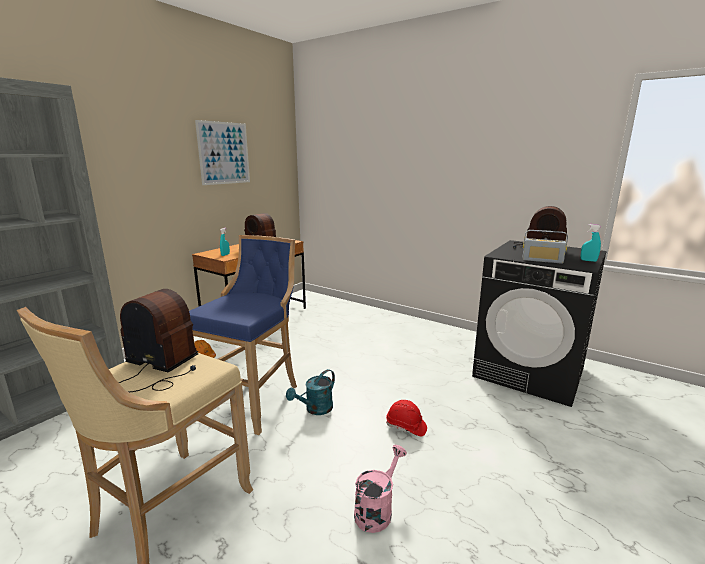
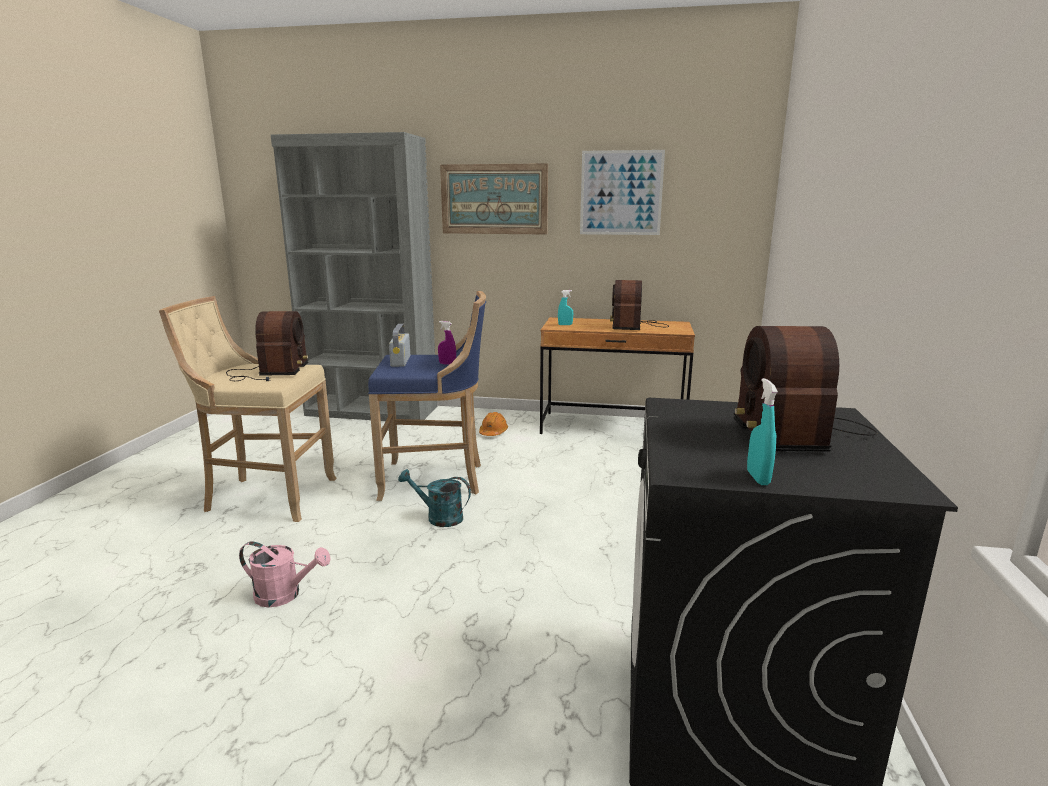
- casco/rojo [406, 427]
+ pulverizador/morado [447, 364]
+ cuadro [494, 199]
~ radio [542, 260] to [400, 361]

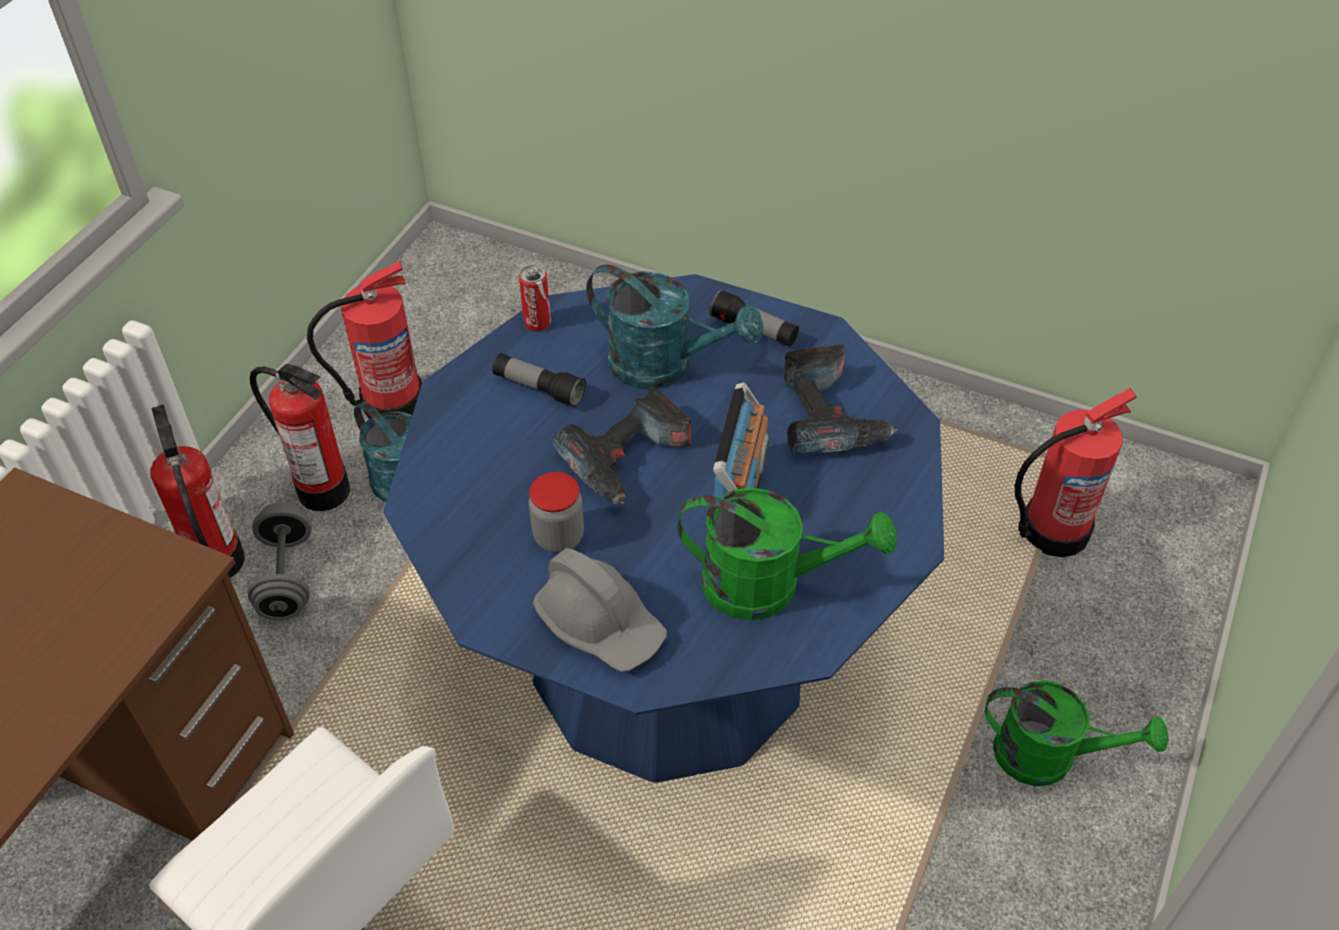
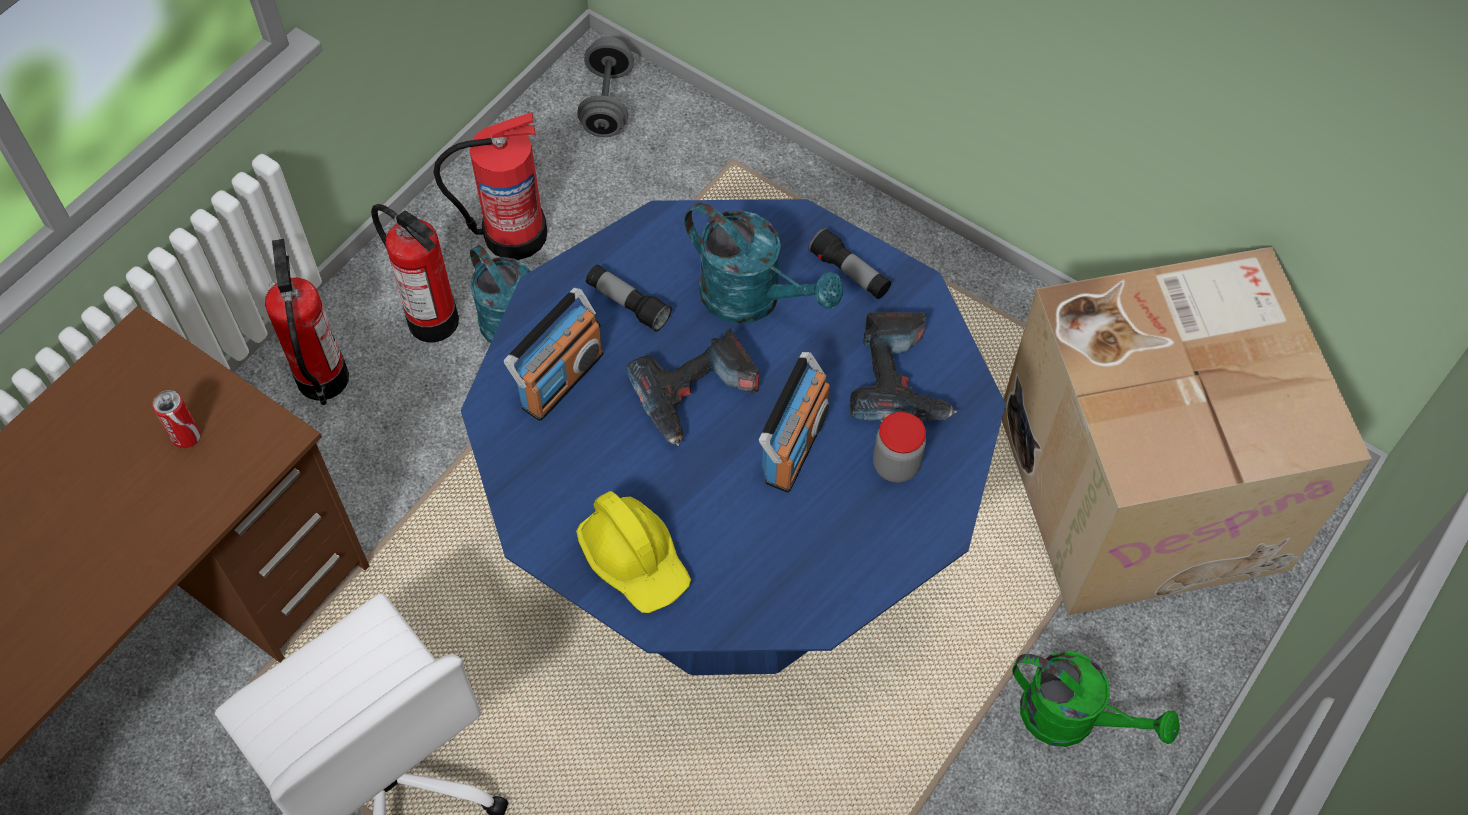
- regadera/verde [769, 585]
+ radio [561, 380]
~ mancuerna/gris [286, 577] to [607, 103]
~ lata [537, 323] to [186, 436]
~ tarro [558, 537] to [895, 465]
~ extintor [1052, 530] to caja de cartón [1143, 486]
~ casco/gris [600, 623] to casco/amarillo [635, 559]

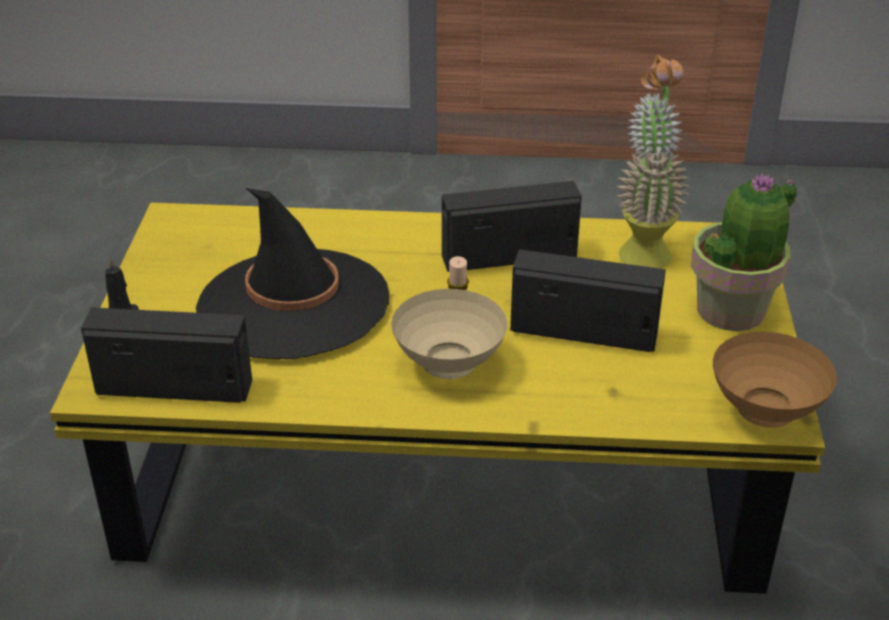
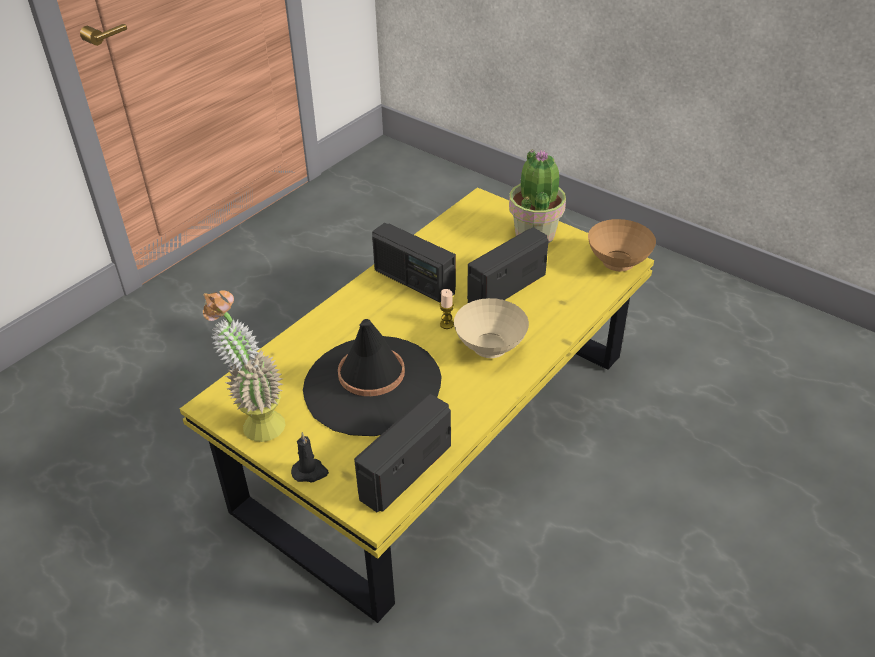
~ planta en maceta [644, 247] to [256, 421]
~ radio [509, 256] = [413, 282] 75 degrees counterclockwise

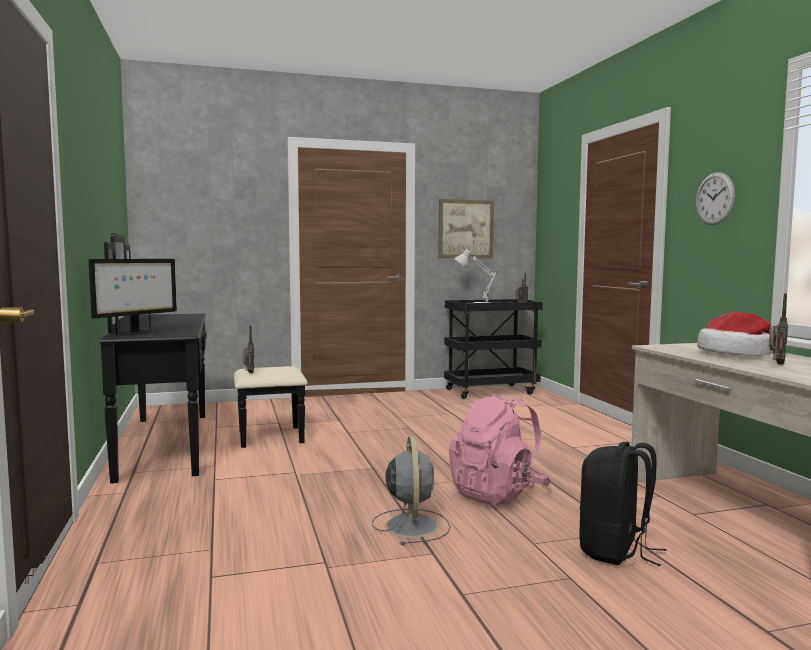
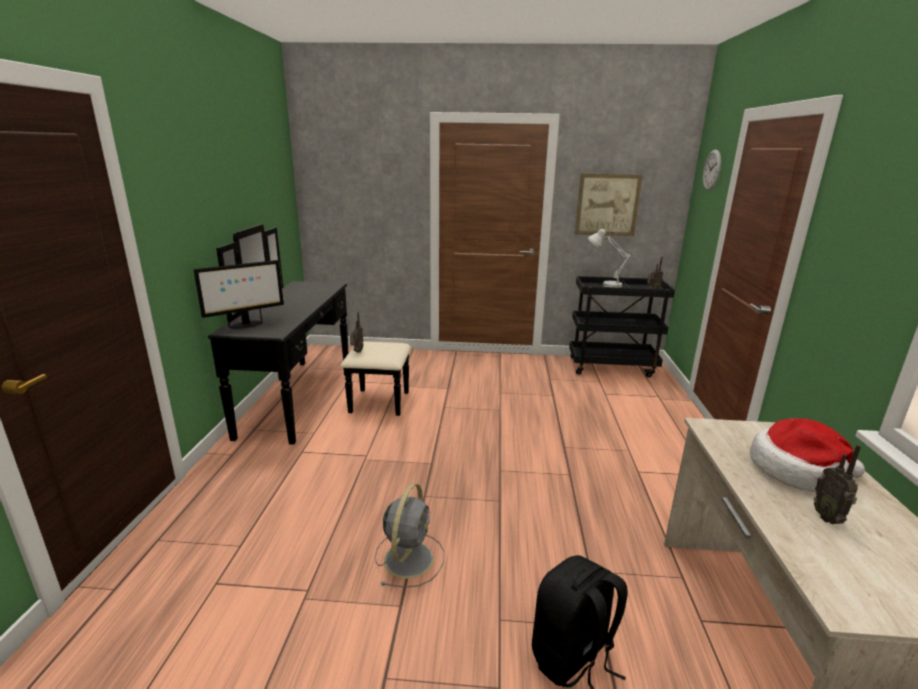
- mochila/rosa [498, 494]
~ reloj de pared [714, 198] to [712, 170]
~ radio [776, 363] = [828, 518] 120 degrees clockwise

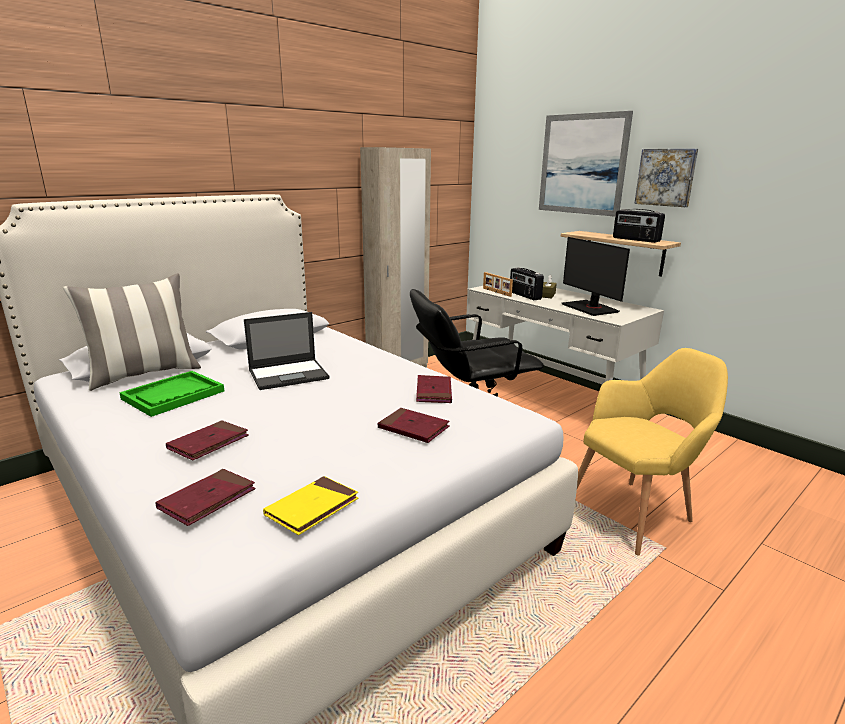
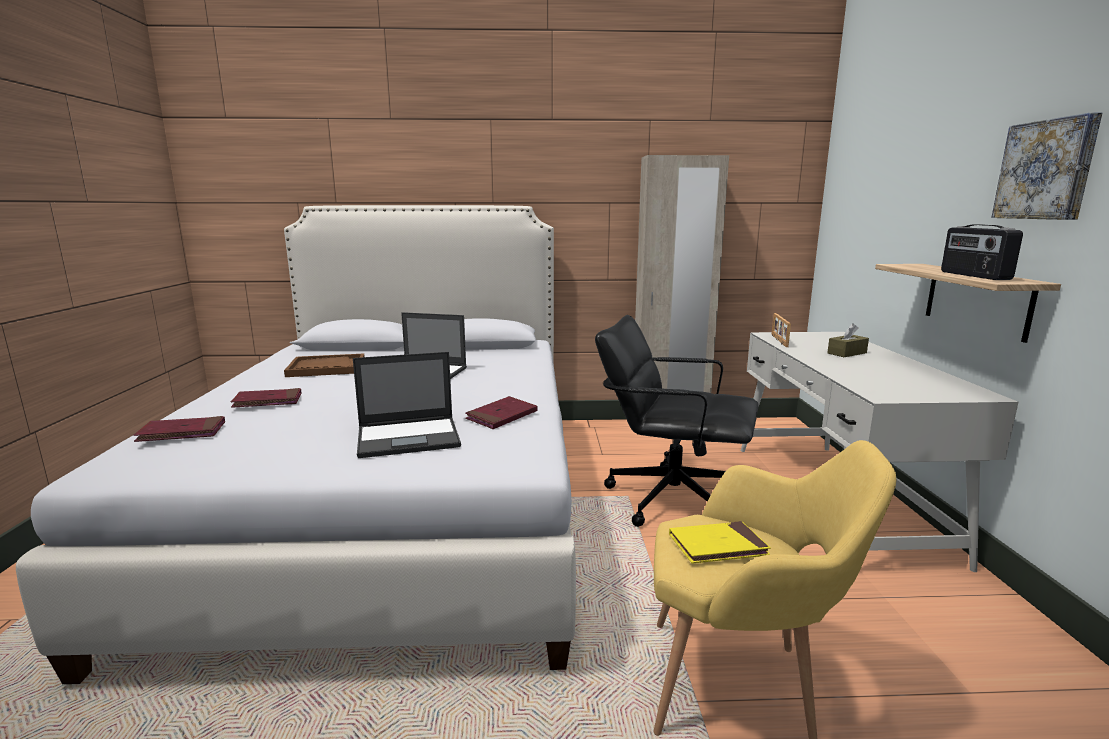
- cojín [144, 374]
- radio [524, 295]
- cuadro [582, 164]
- monitor [590, 308]
~ libro/amarillo [312, 508] to [717, 546]
~ libro/rojo [413, 428] to portátil [410, 437]
~ bandeja/verde [173, 395] to bandeja/marrón [326, 368]

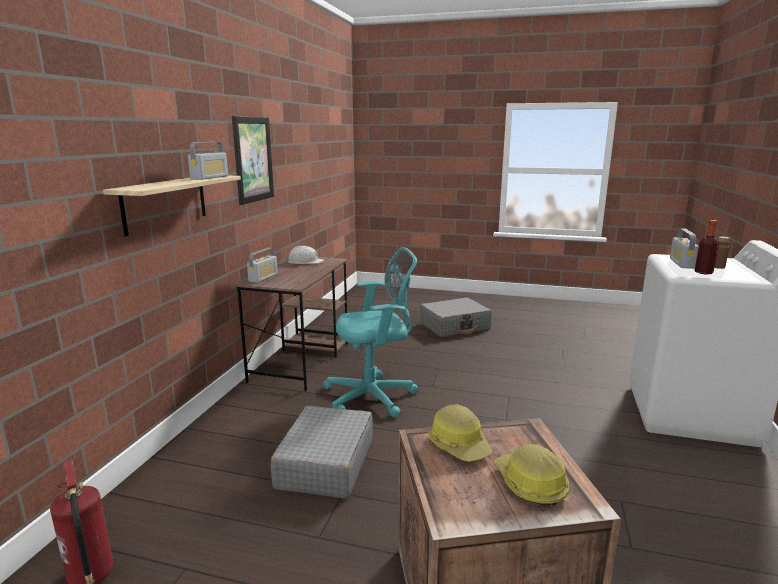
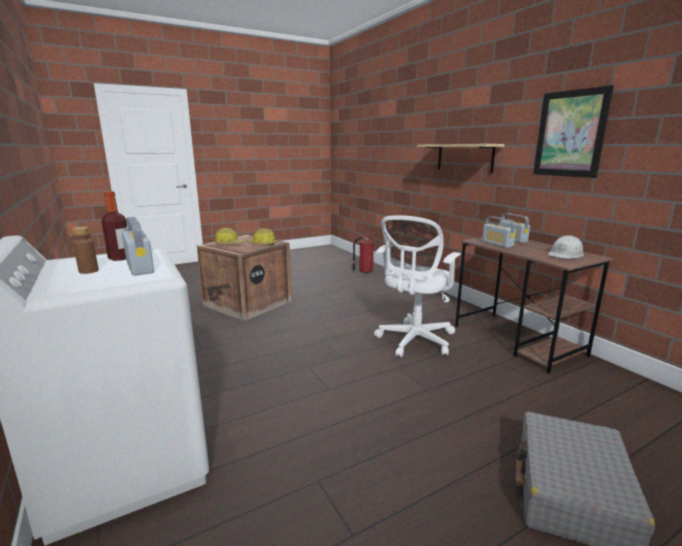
- maleta/gris [325, 463]
~ radio [209, 177] to [497, 244]
~ silla de oficina/turquesa [374, 396] to silla de oficina/blanco [414, 341]

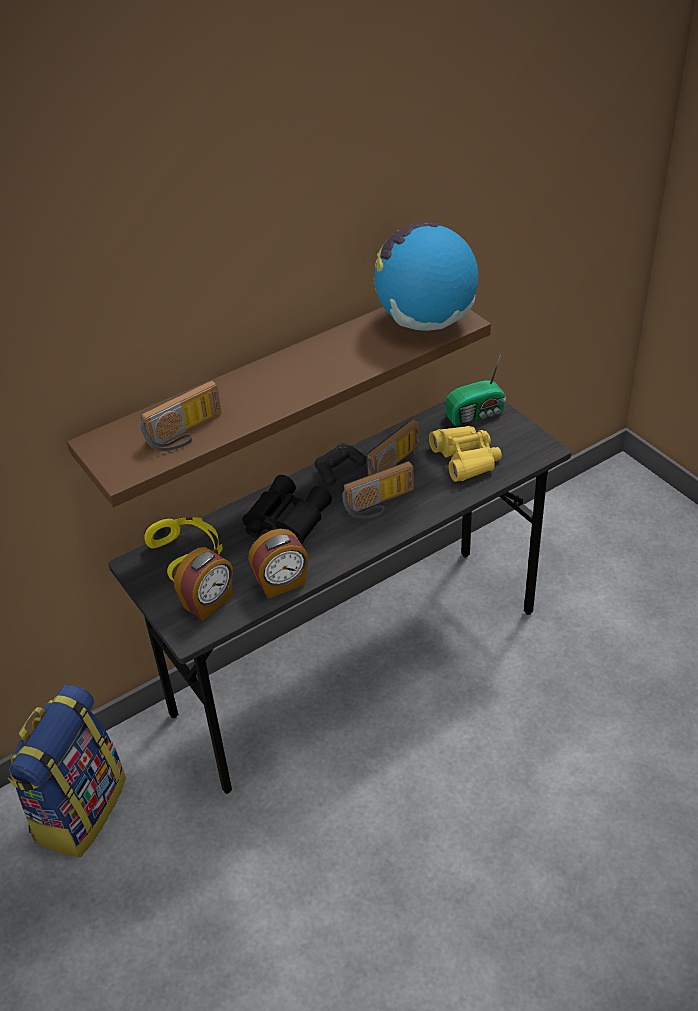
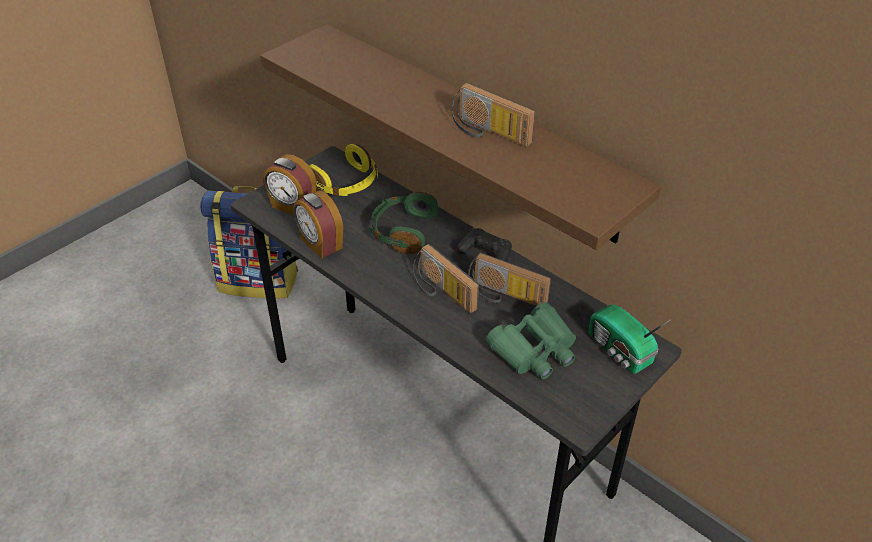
- globo terráqueo [426, 321]
~ radio [186, 433] to [487, 133]
~ prismáticos/negro [284, 520] to auriculares/verde [402, 231]
~ prismáticos/amarillo [466, 459] to prismáticos/verde [534, 350]

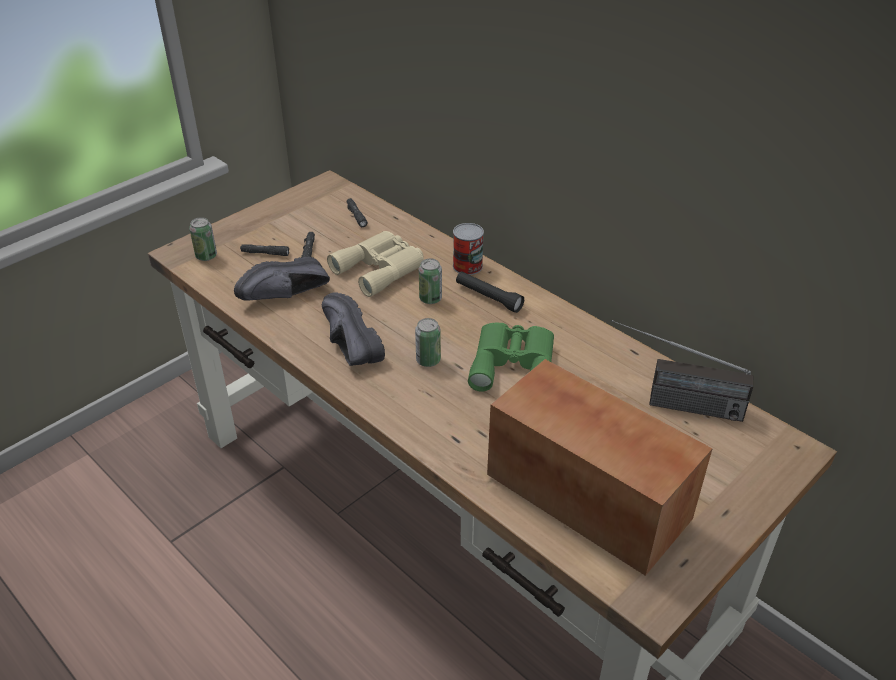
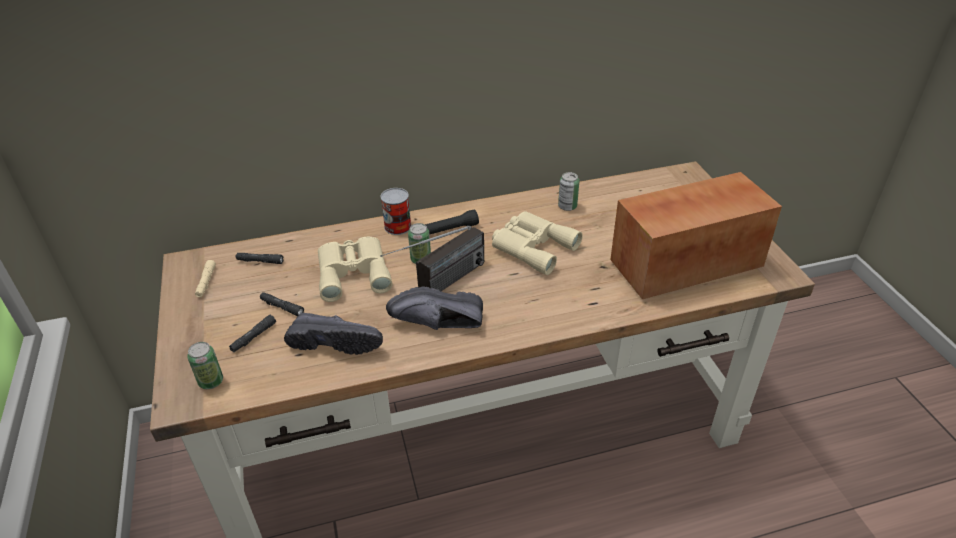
+ linterna/beis [206, 282]
~ lata [428, 360] to [567, 206]
~ radio [670, 403] to [438, 286]
~ prismáticos/verde [514, 363] to prismáticos/beis [532, 246]
~ zapato/negro [287, 296] = [337, 341] 75 degrees counterclockwise

